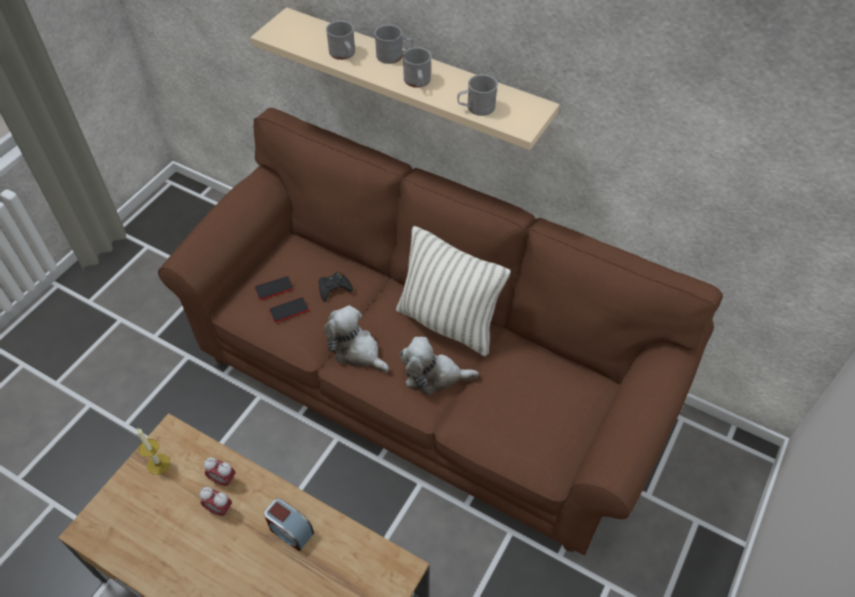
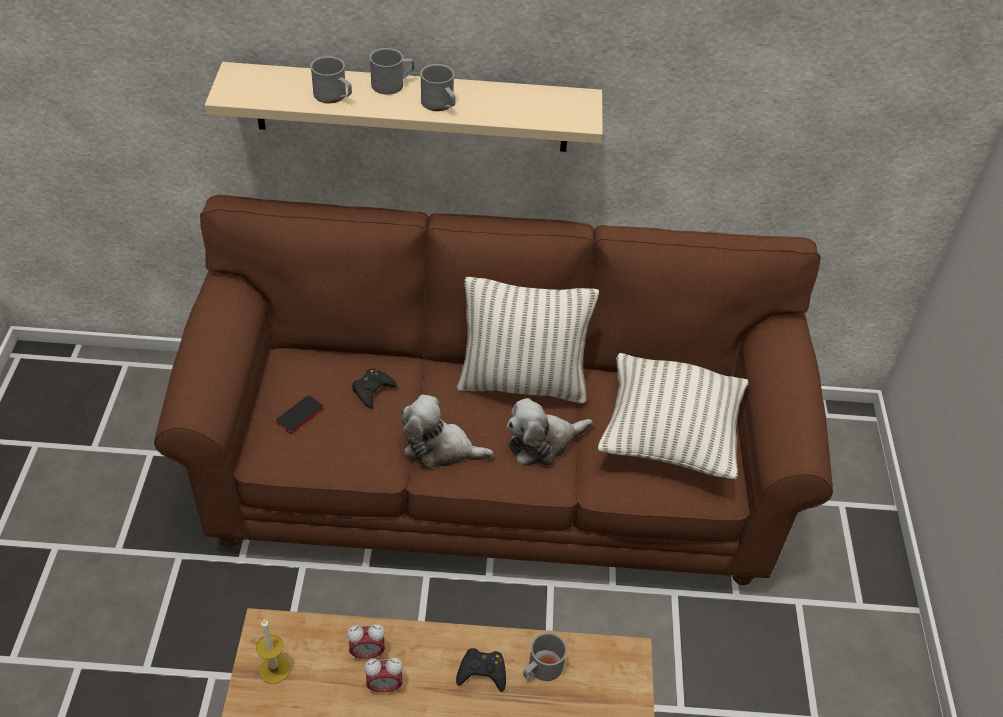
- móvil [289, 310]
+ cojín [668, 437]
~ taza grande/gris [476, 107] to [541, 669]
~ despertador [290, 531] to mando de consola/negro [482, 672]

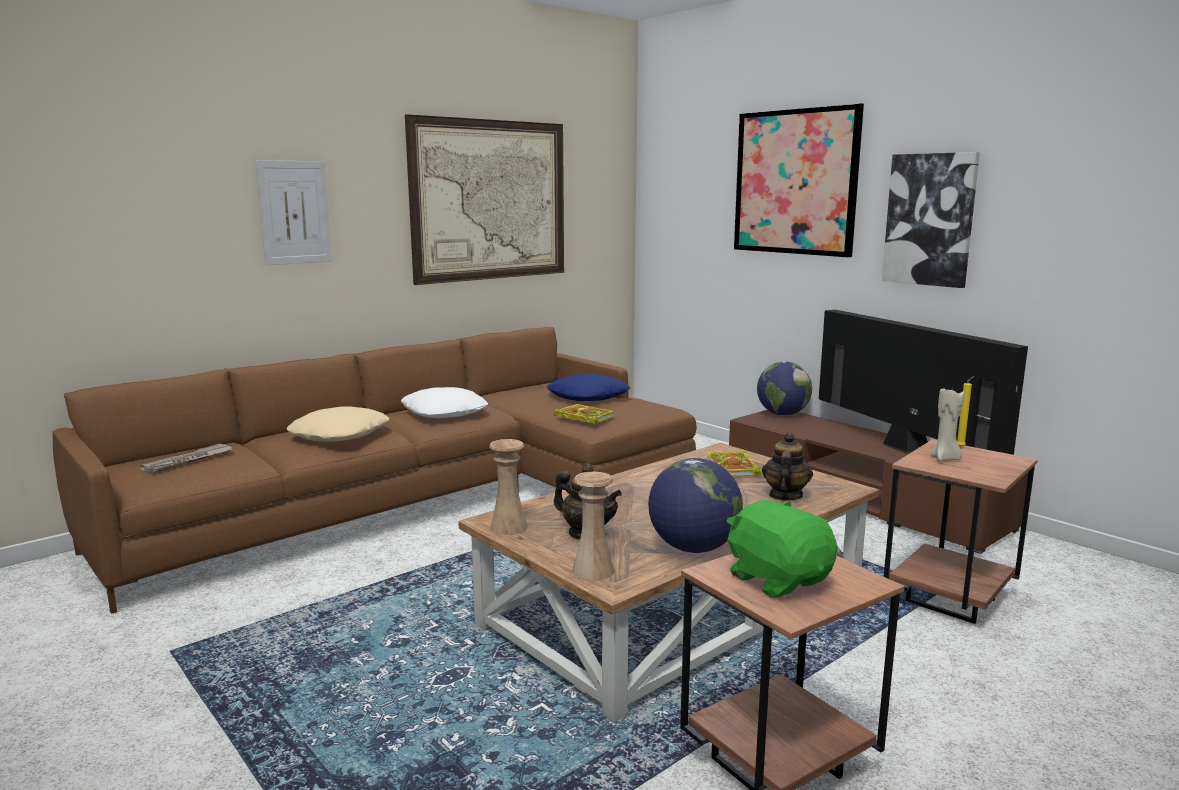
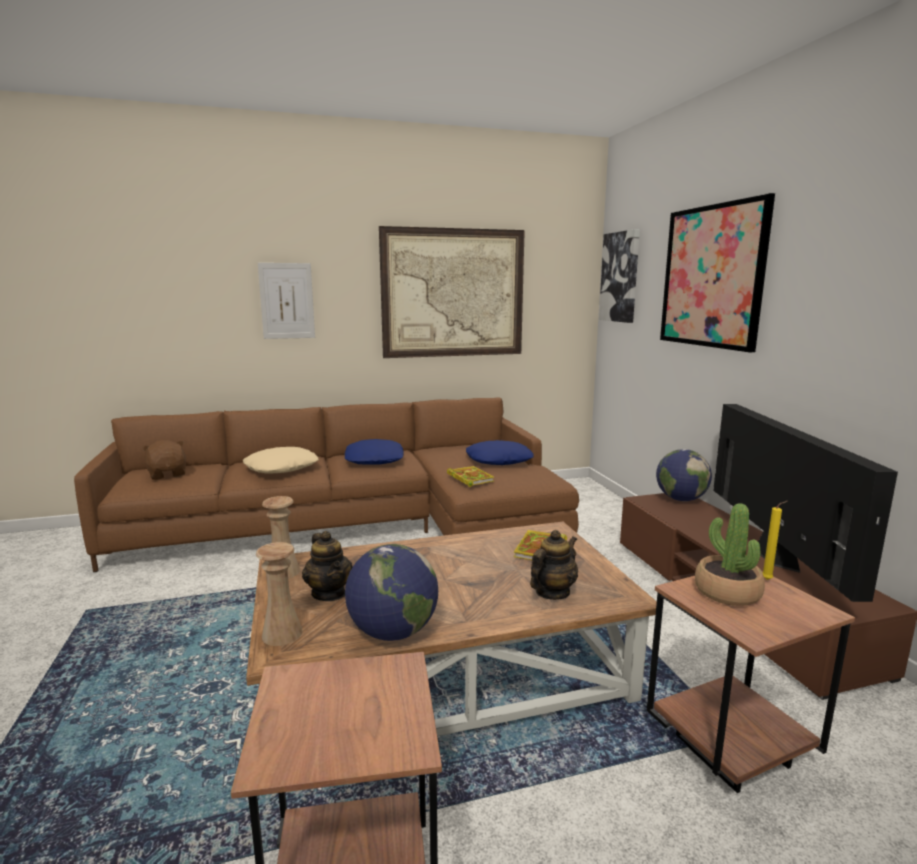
- peluche/verde [778, 579]
~ cuadro [930, 219] to [620, 277]
~ periódico [188, 461] to peluche/marrón [168, 474]
~ vela/beis [945, 459] to planta en maceta [727, 592]
~ cojín/blanco [445, 412] to cojín/azul [375, 459]

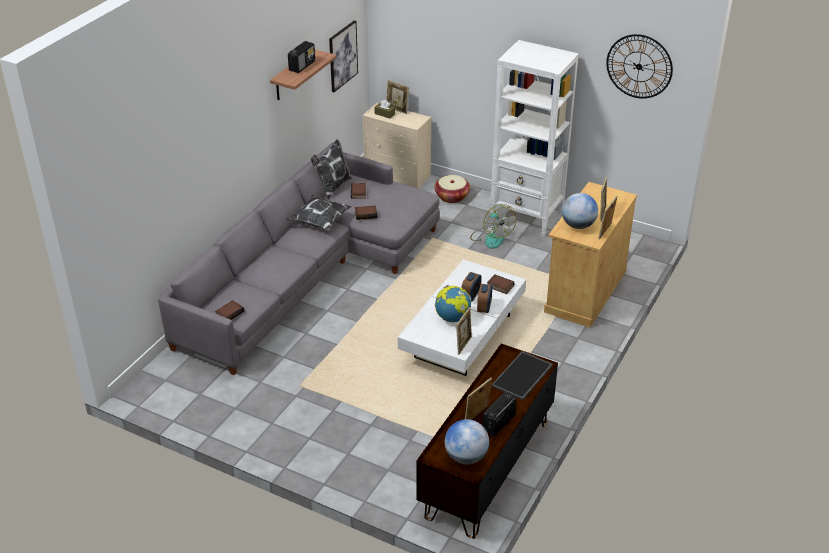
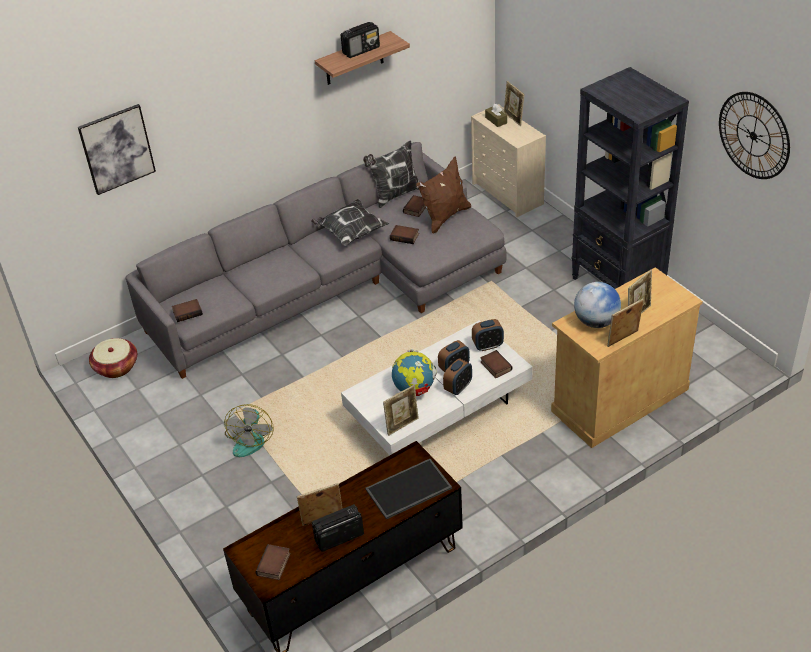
+ cojín/marrón [445, 217]
+ despertador [487, 346]
~ cuadro [342, 56] to [117, 149]
~ cesta [452, 196] to [116, 367]
~ ventilador [491, 237] to [250, 439]
~ globo terráqueo [466, 457] to libro [274, 565]
~ estantería/blanco [527, 217] to estantería/negro [618, 286]

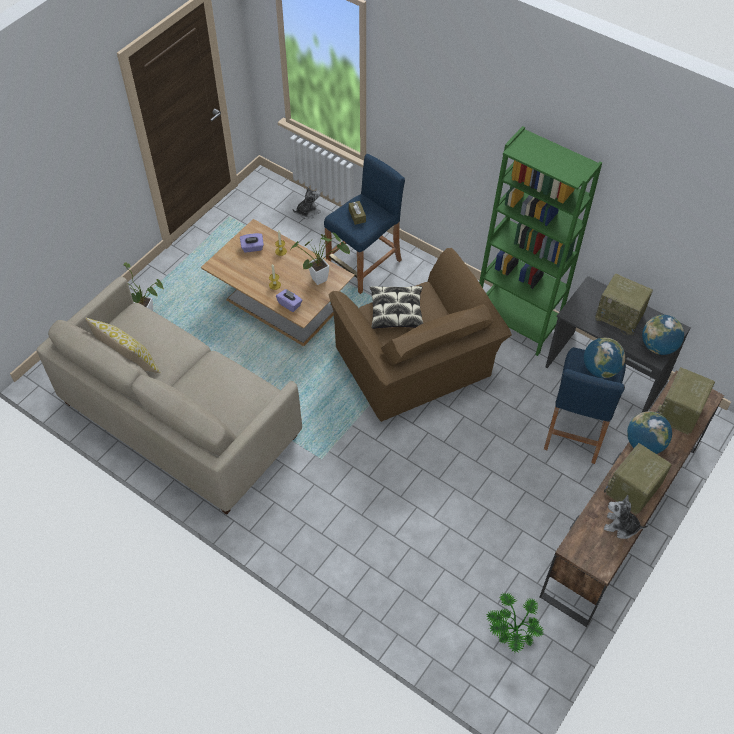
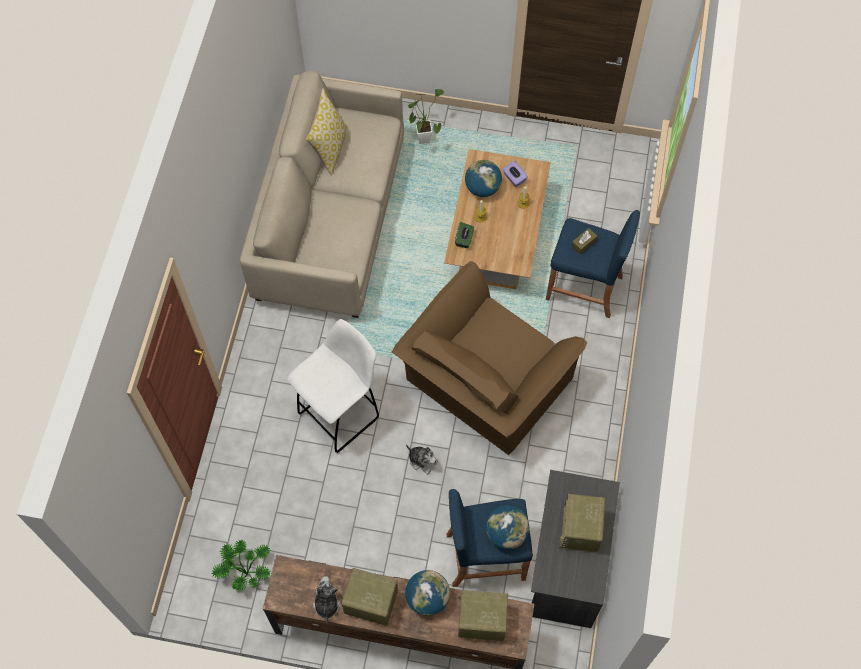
- planta en maceta [322, 278]
- cojín [396, 312]
- estantería/verde [516, 323]
+ taburete/blanco [341, 414]
~ peluche [307, 212] to [422, 460]
~ globo terráqueo [658, 347] to [482, 188]
~ caja de pañuelos/morado [290, 304] to caja de pañuelos/verde [464, 239]

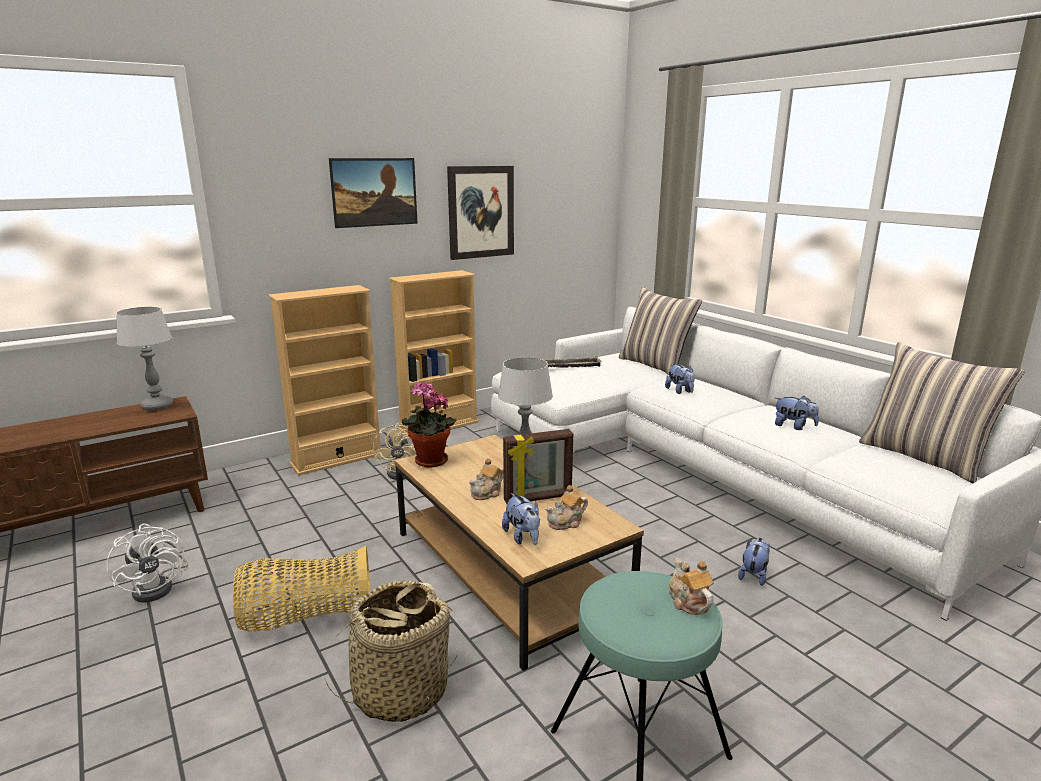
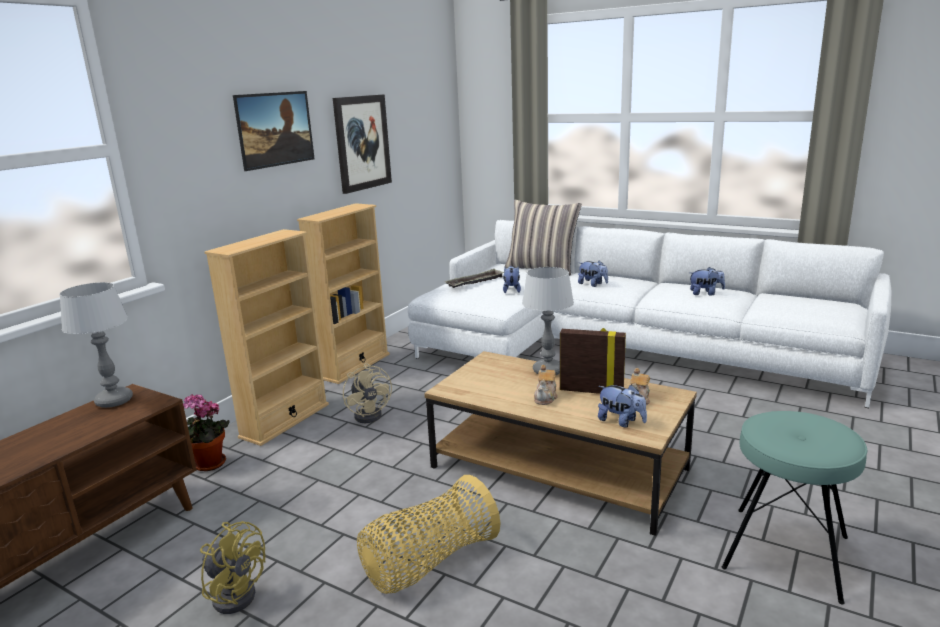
- cesta [400, 690]
- tetera [688, 602]
- cojín [924, 458]
~ planta en maceta [429, 462] to [208, 465]
~ peluche [753, 575] to [511, 290]
~ ventilador/blanco [159, 587] to ventilador/amarillo [235, 592]
~ portarretratos [538, 499] = [591, 391] 120 degrees counterclockwise

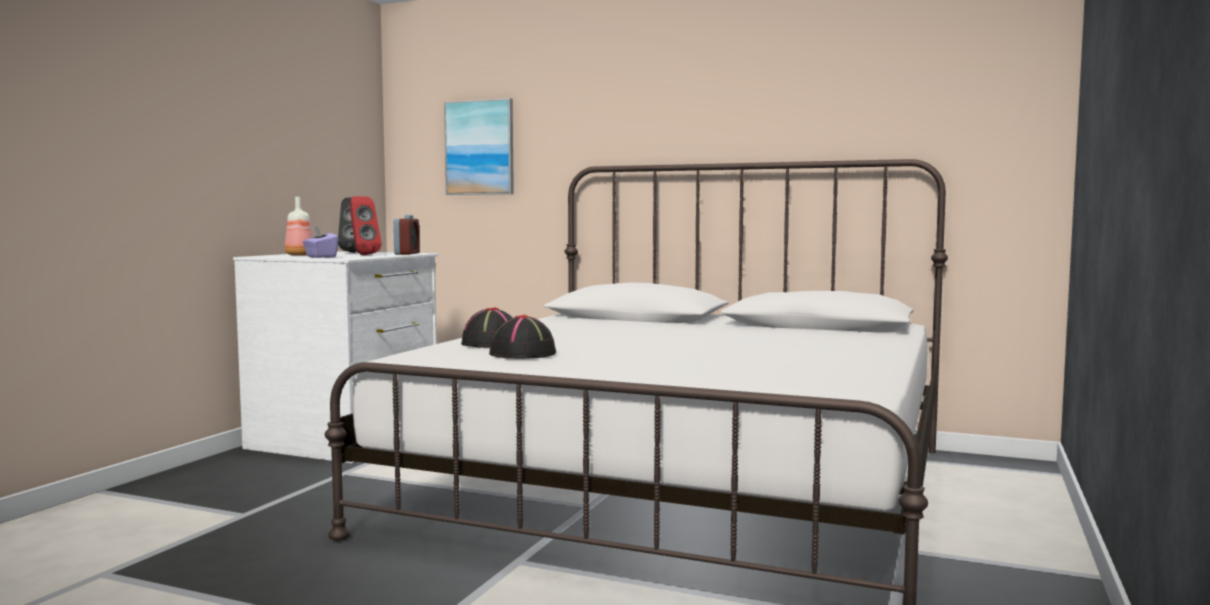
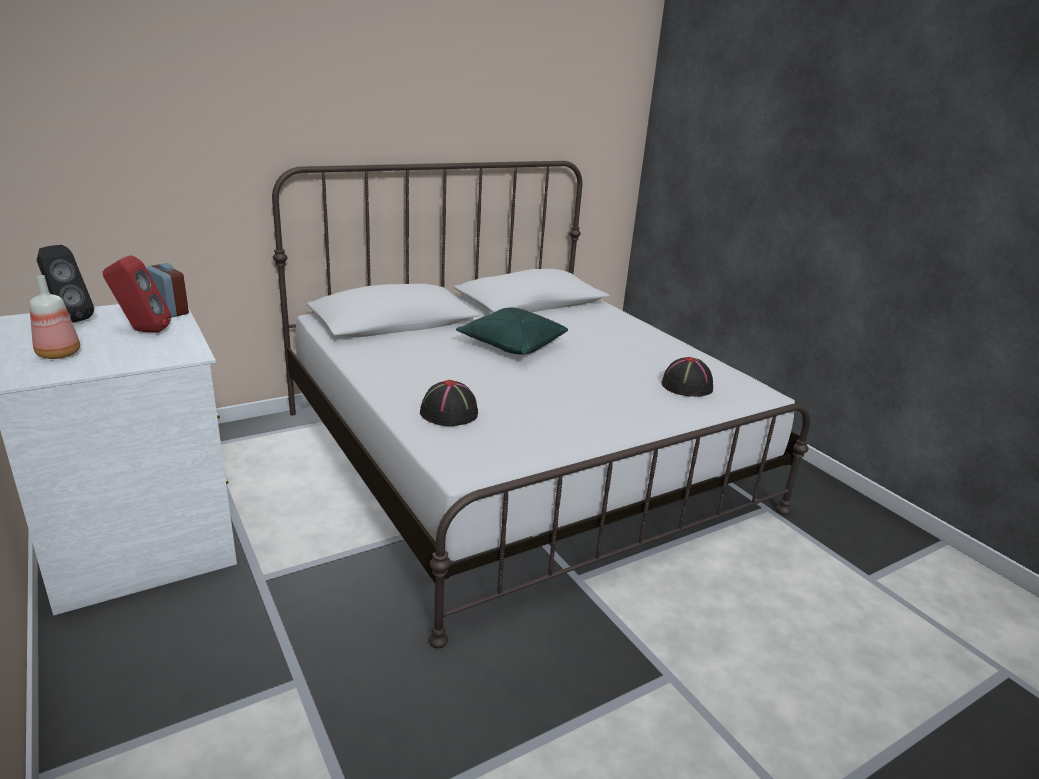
- caja de pañuelos/morado [320, 257]
- cuadro [480, 148]
+ cojín/verde [512, 345]
~ sombrero/negro [523, 354] to [687, 386]

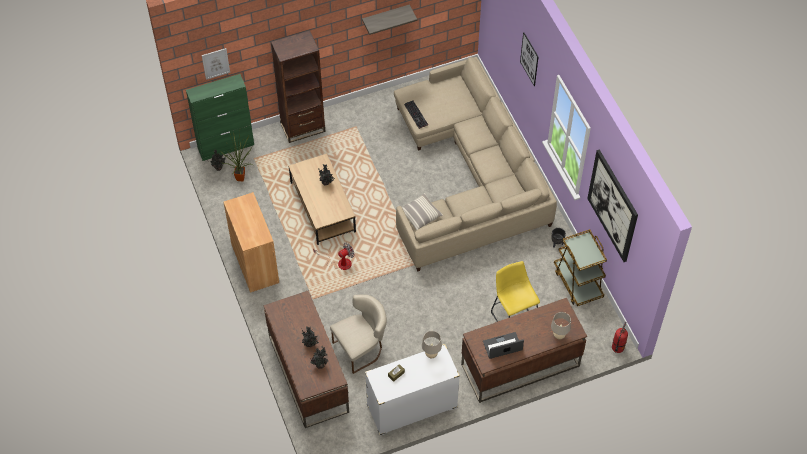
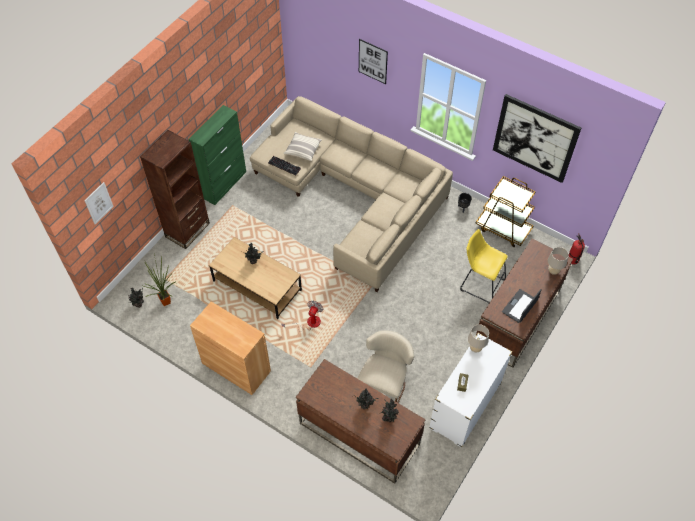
- estante [385, 17]
~ armario/verde [226, 146] to [224, 184]
~ cojín [420, 215] to [303, 150]

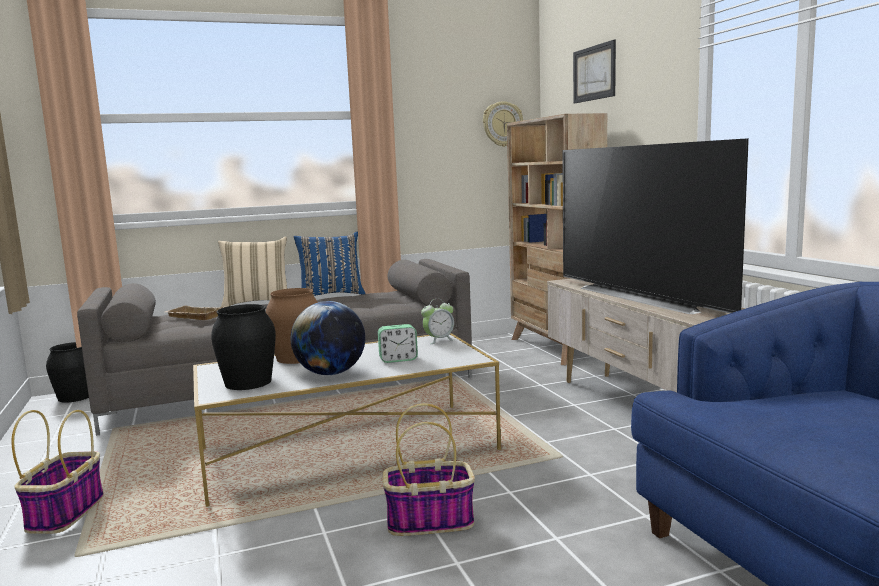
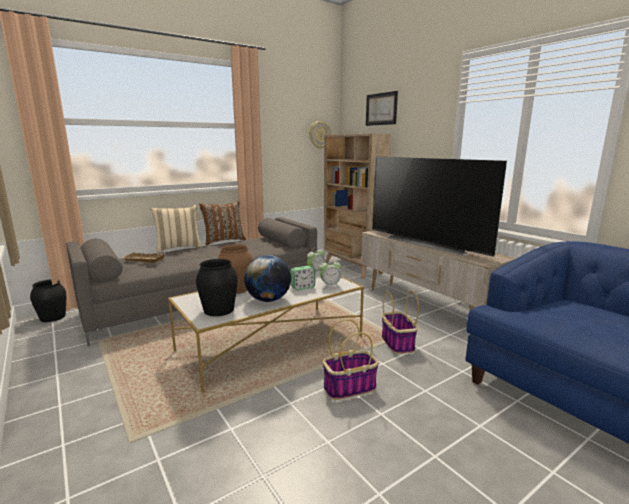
+ despertador [330, 286]
~ cesta [66, 512] to [397, 343]
~ cojín/azul [331, 295] to cojín/marrón [223, 241]

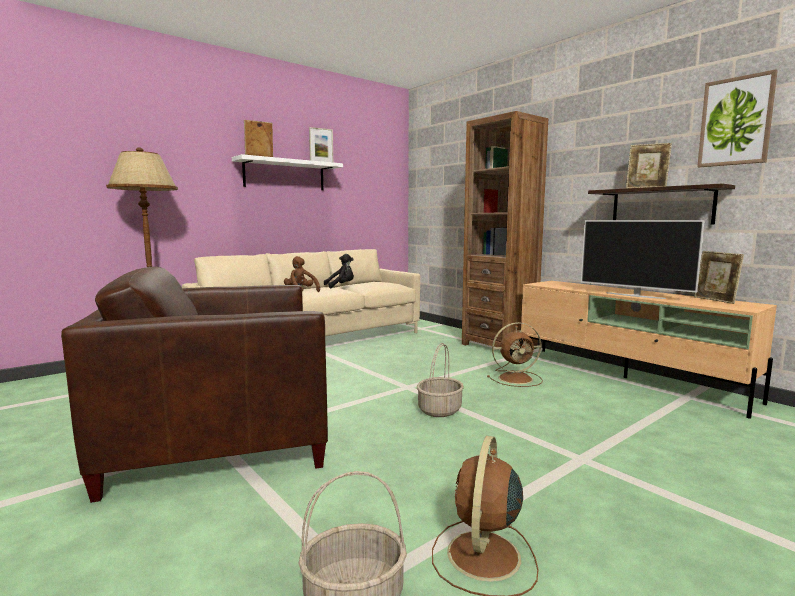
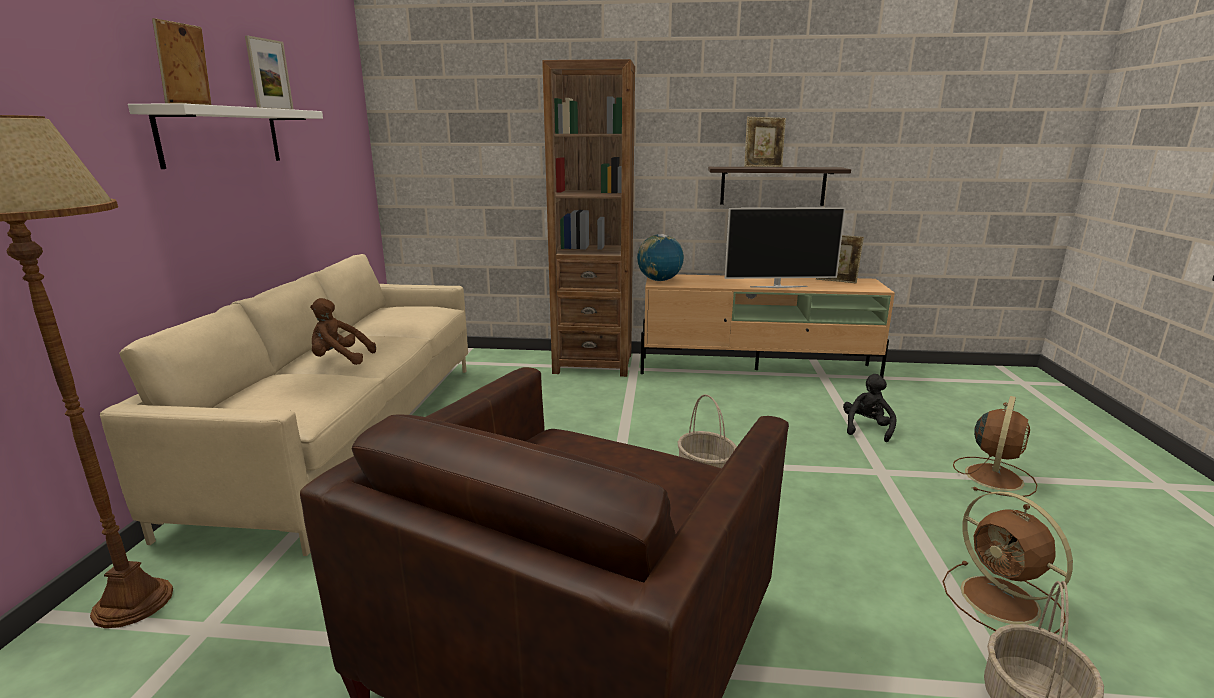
- cuadro [736, 121]
+ globo terráqueo [659, 280]
~ peluche/negro [341, 286] to [867, 428]
~ ventilador/marrón [517, 378] to [994, 476]

